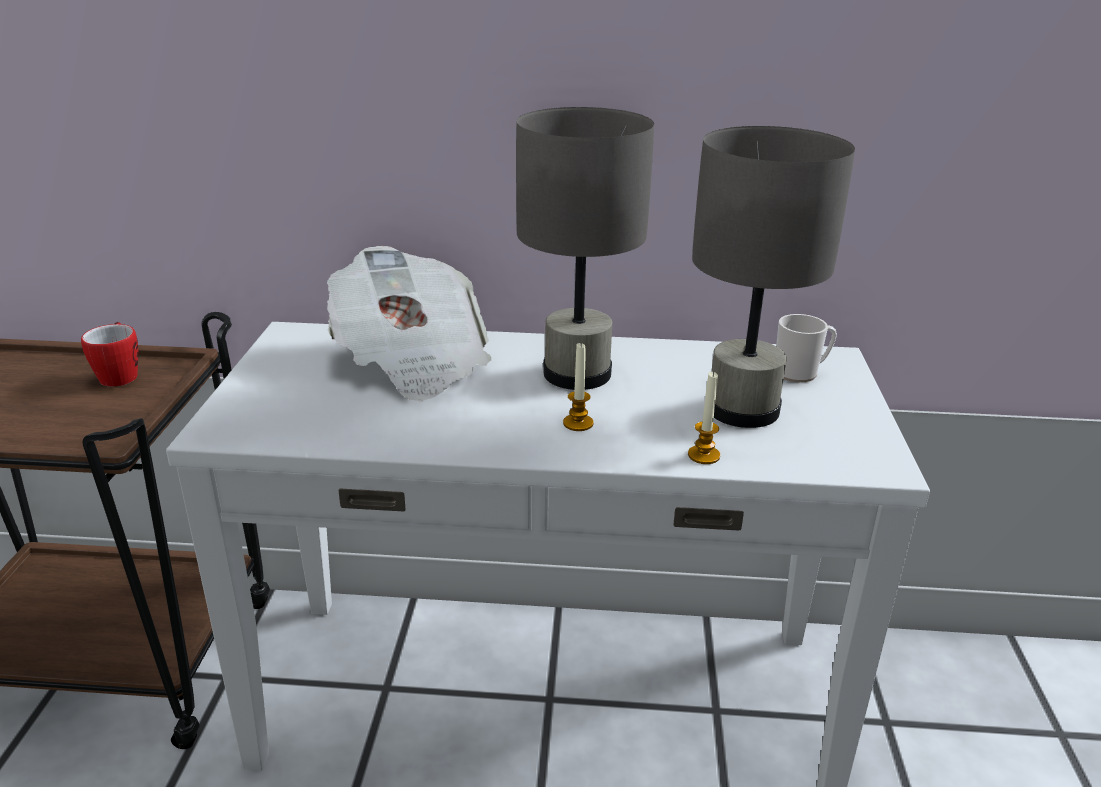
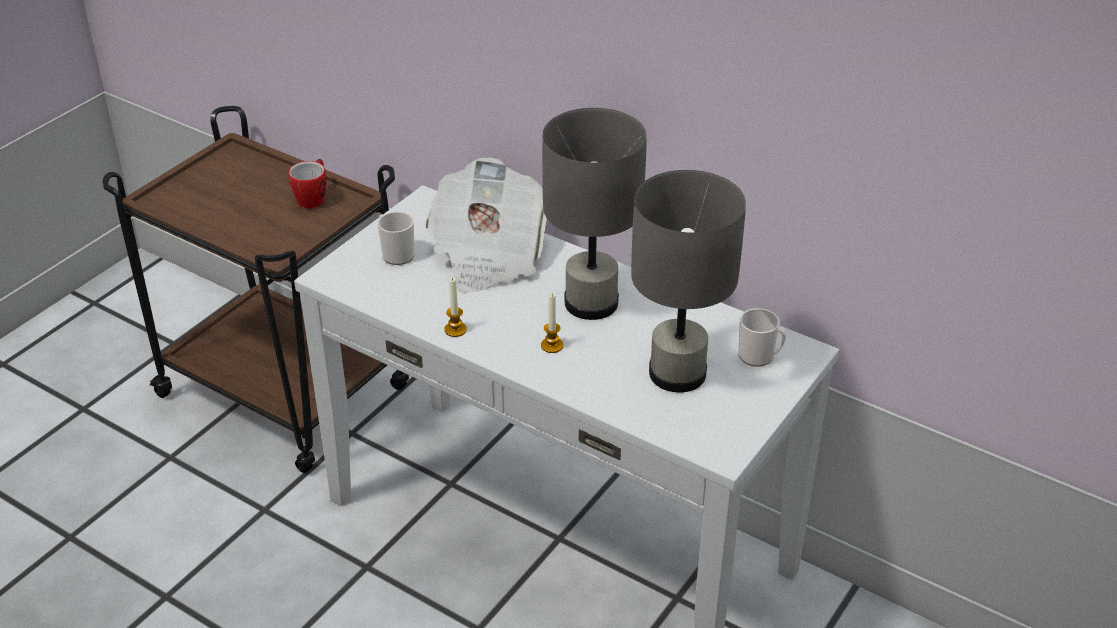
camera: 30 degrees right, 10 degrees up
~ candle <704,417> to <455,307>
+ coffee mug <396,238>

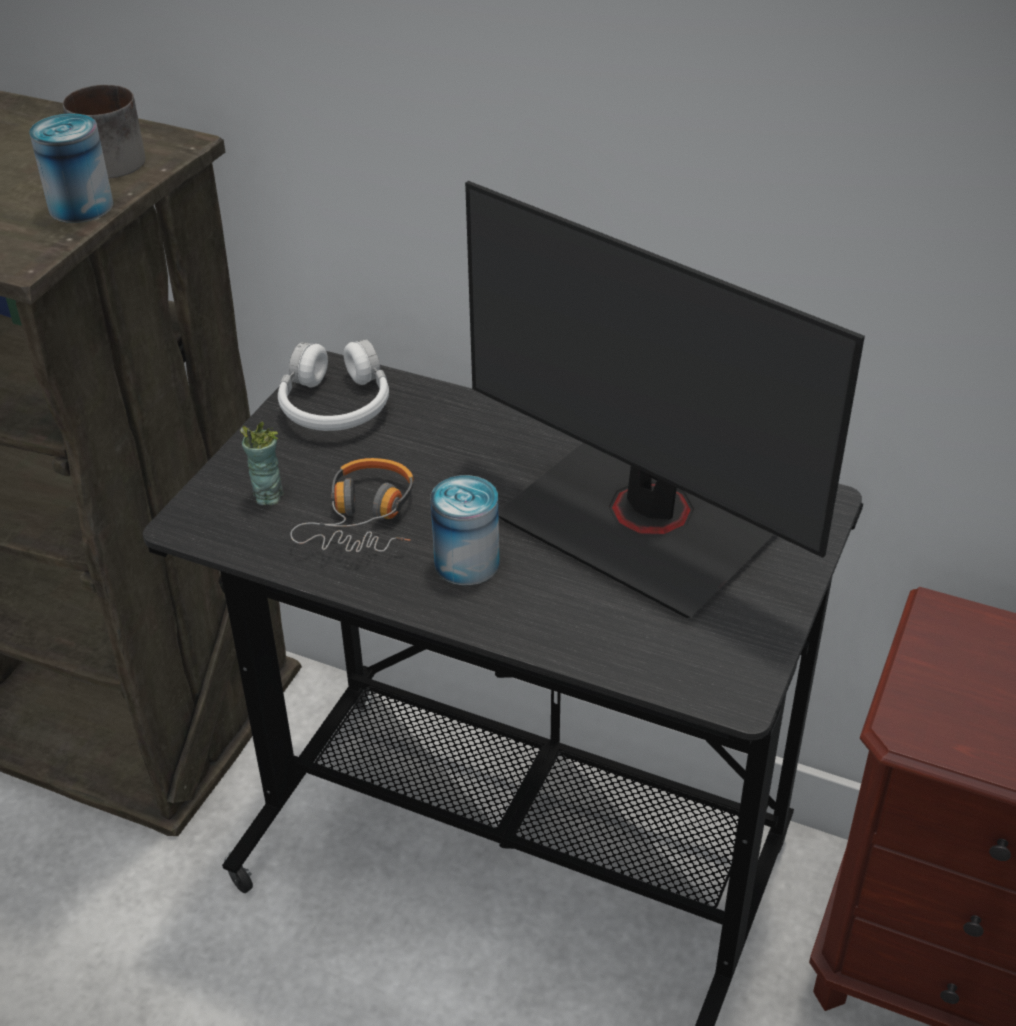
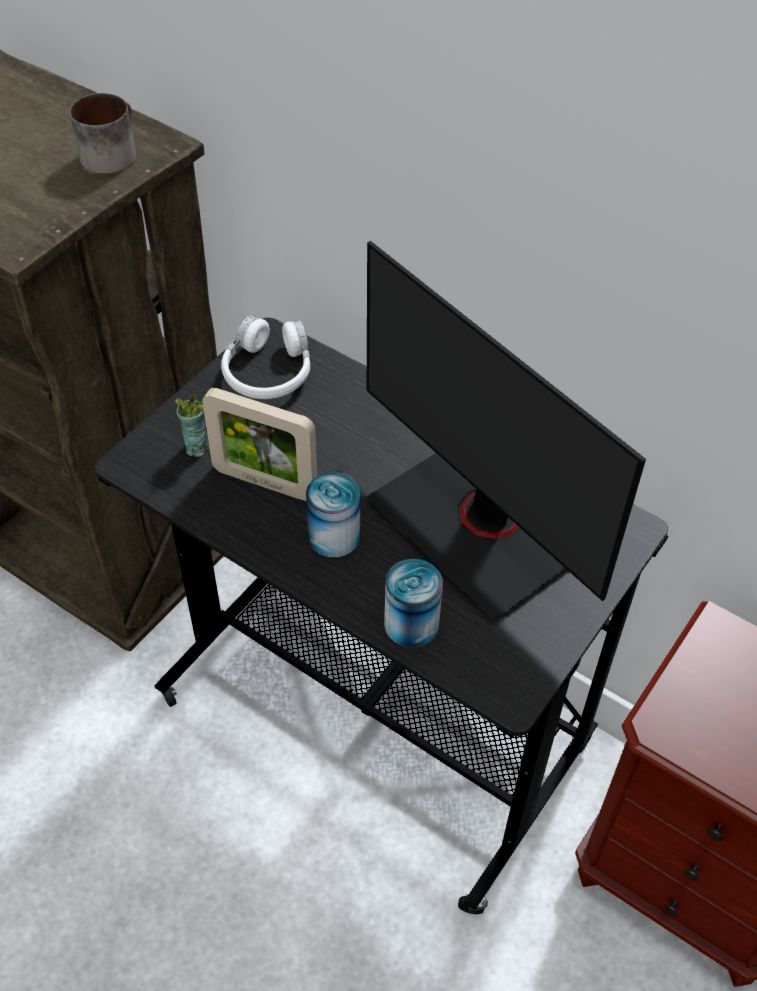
camera: 10 degrees right, 10 degrees up
~ can <71,168> to <413,603>
~ pair of headphones <352,505> to picture frame <259,444>

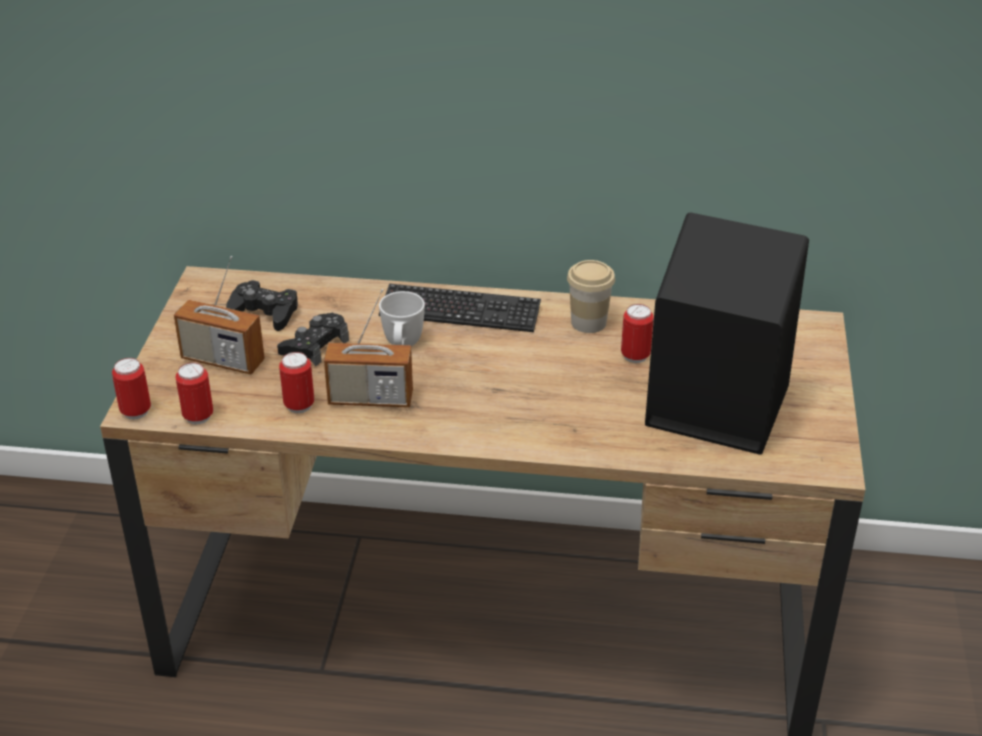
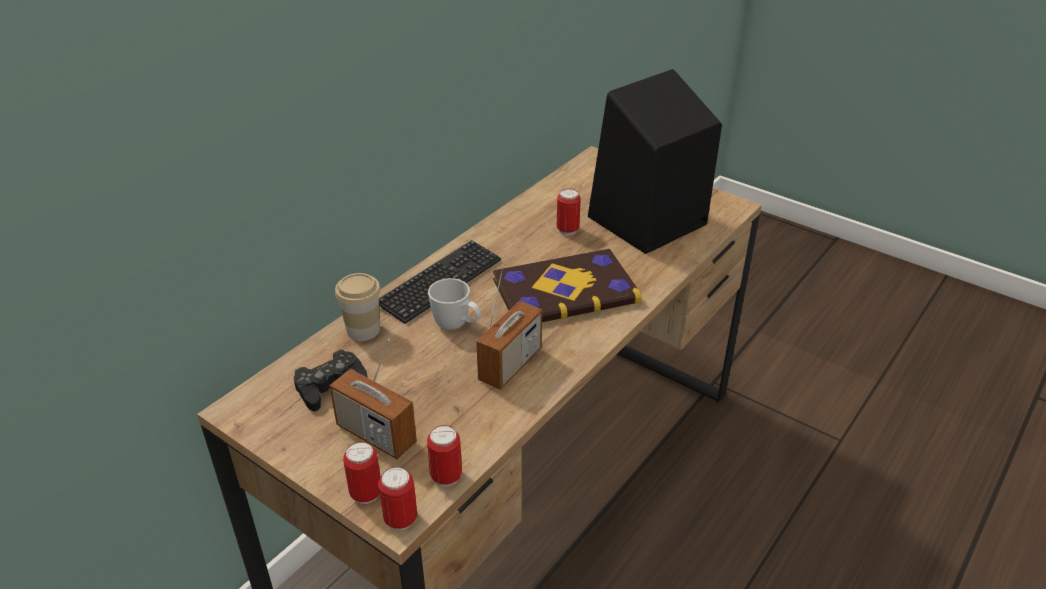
camera: 60 degrees left, 0 degrees up
~ radio set <219,315> = <373,399> 75 degrees clockwise
~ drinking cup <591,296> to <358,307>
- black-coloured gamepad <313,339>
~ can <296,382> to <362,473>
+ volume <567,285>

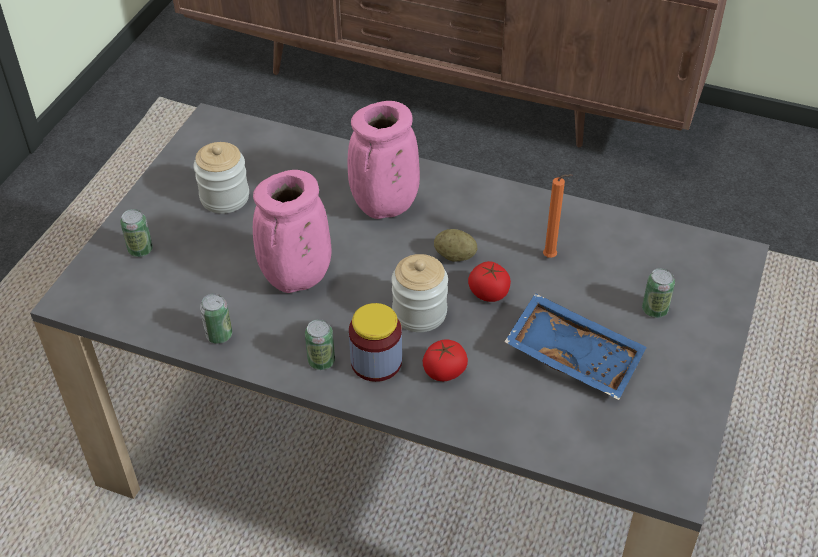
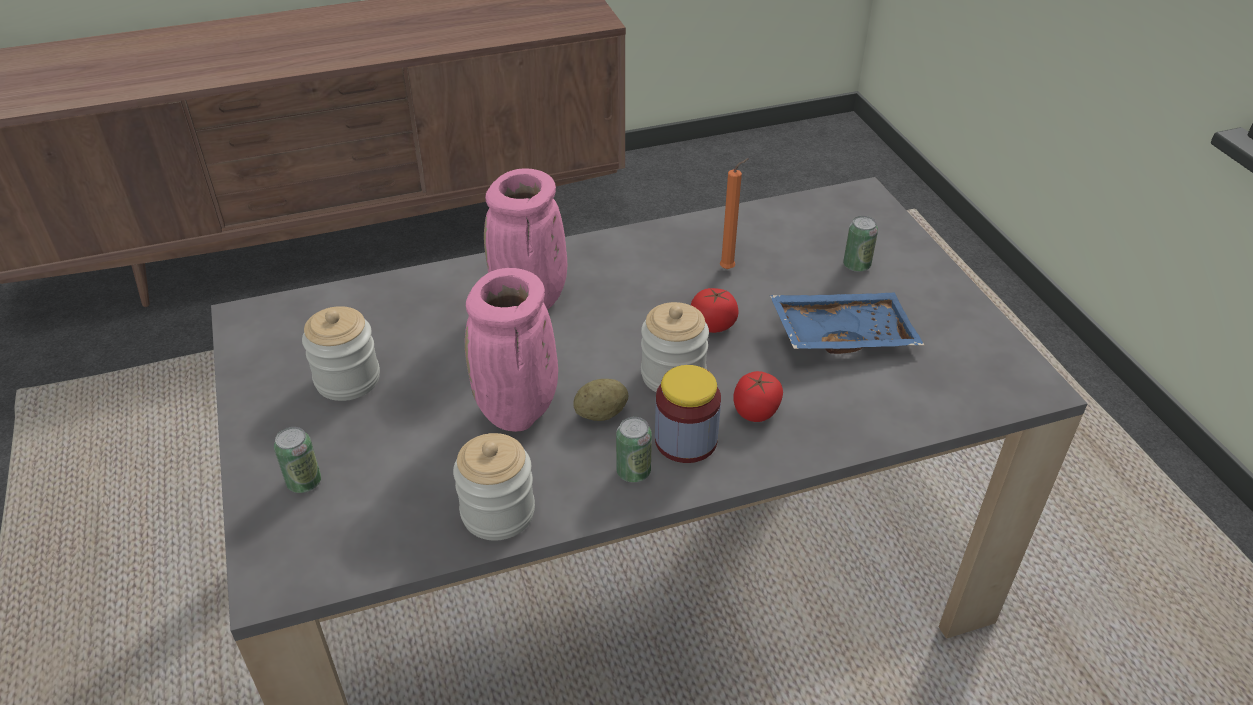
camera: 40 degrees left, 5 degrees down
~ potato <455,245> to <600,400>
~ can <216,318> to jar <494,486>

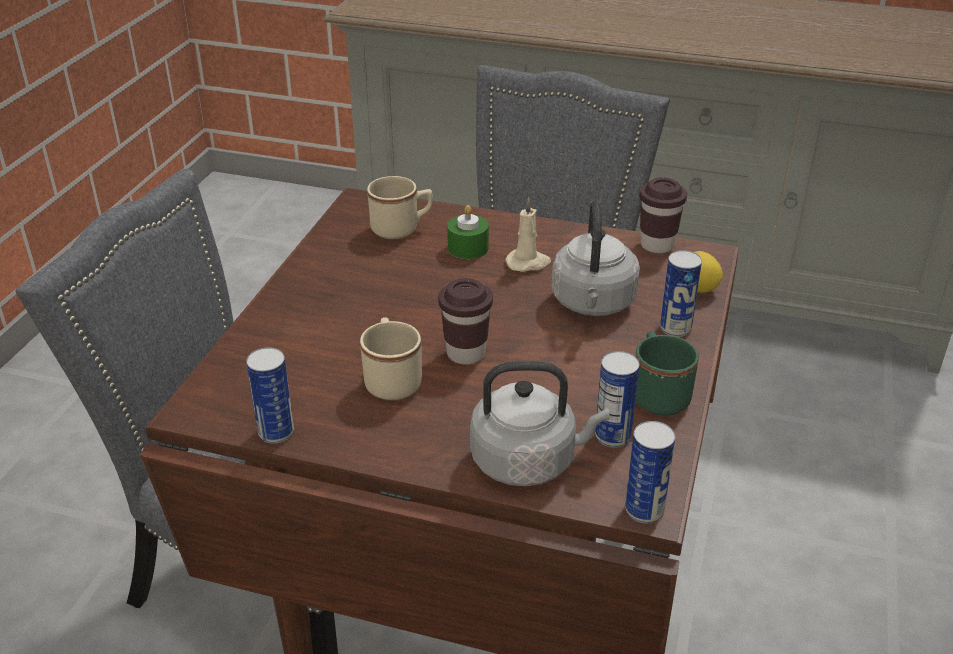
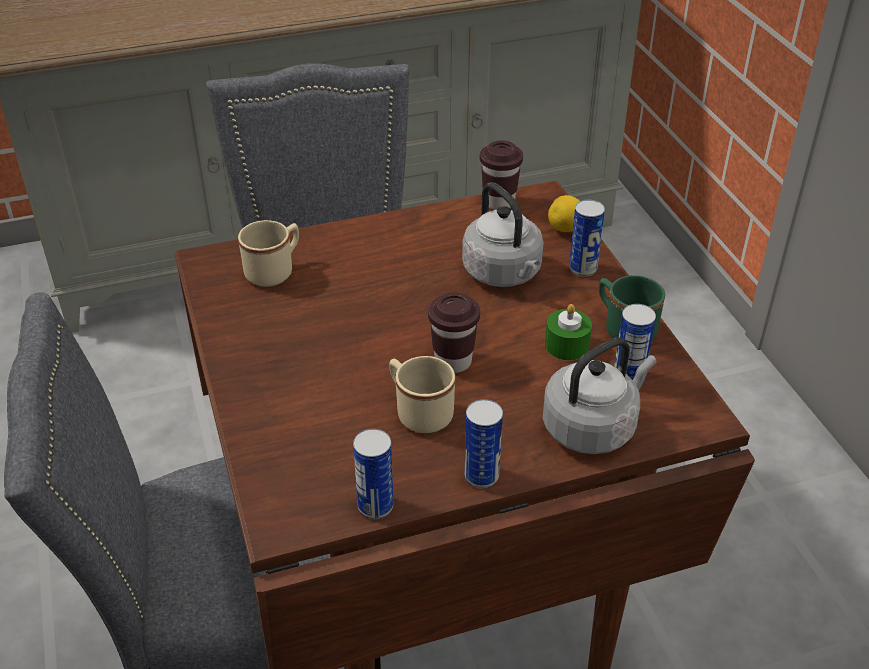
camera: 35 degrees left, 5 degrees up
- beige-coloured candle <528,235>
~ green-coloured candle <468,232> to <568,332>
~ can <650,472> to <483,443>

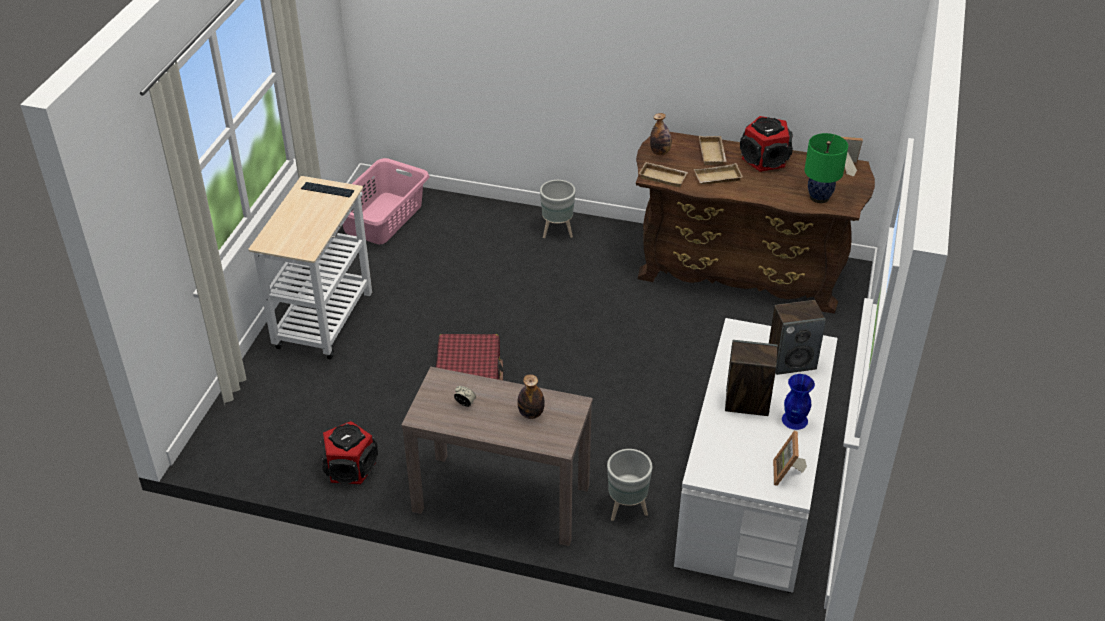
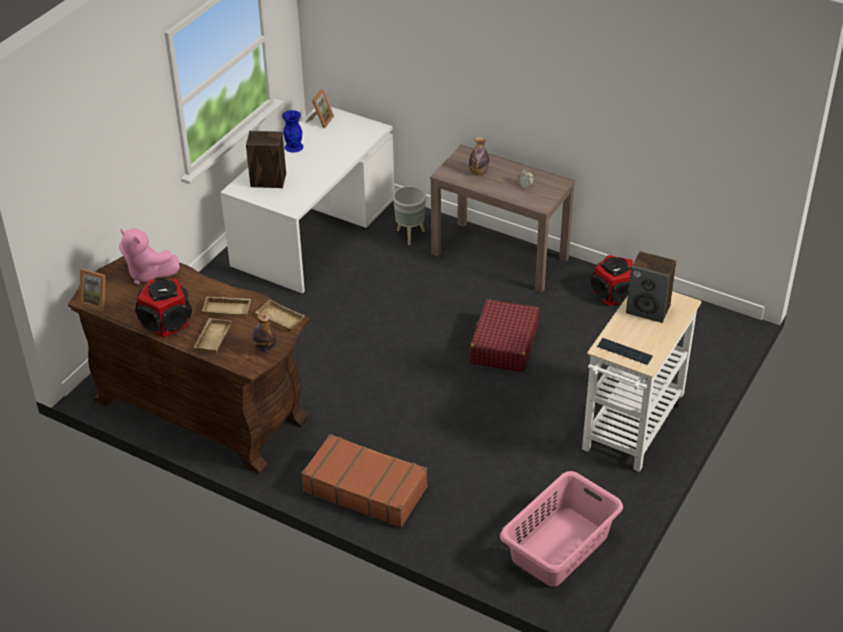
camera: 165 degrees left, 0 degrees up
~ green-coloured table lamp <826,168> to pinkish plush toy <149,256>
~ gray flower pot <558,209> to brown piece of luggage <364,481>
~ audio speaker <751,378> to <651,287>

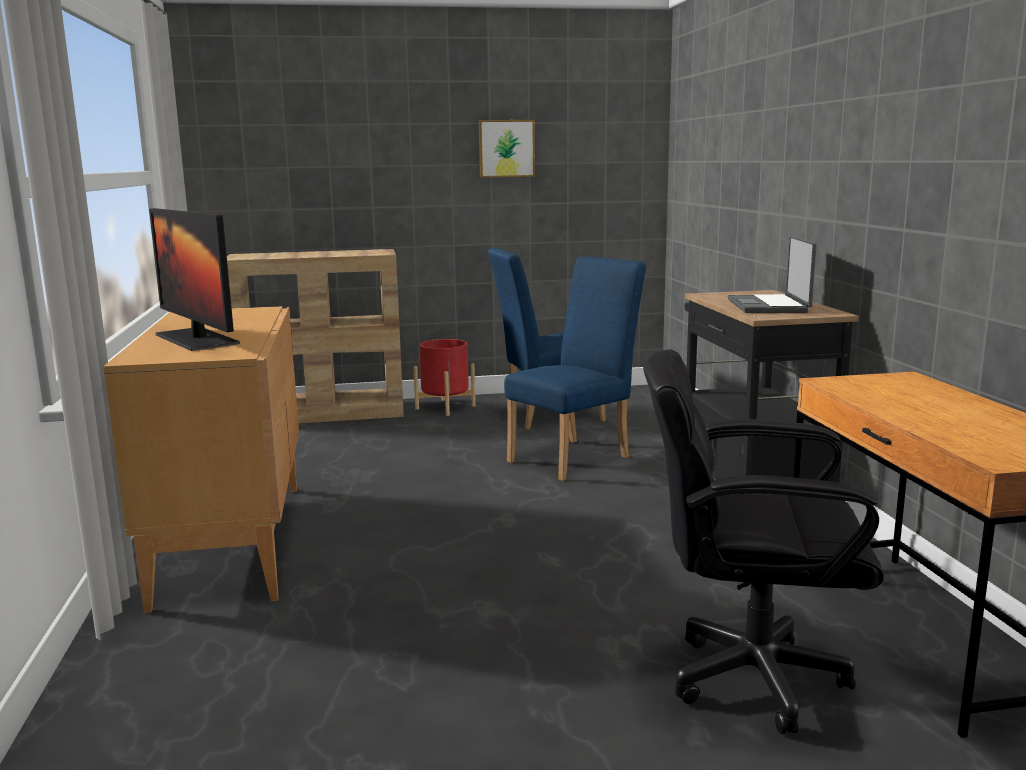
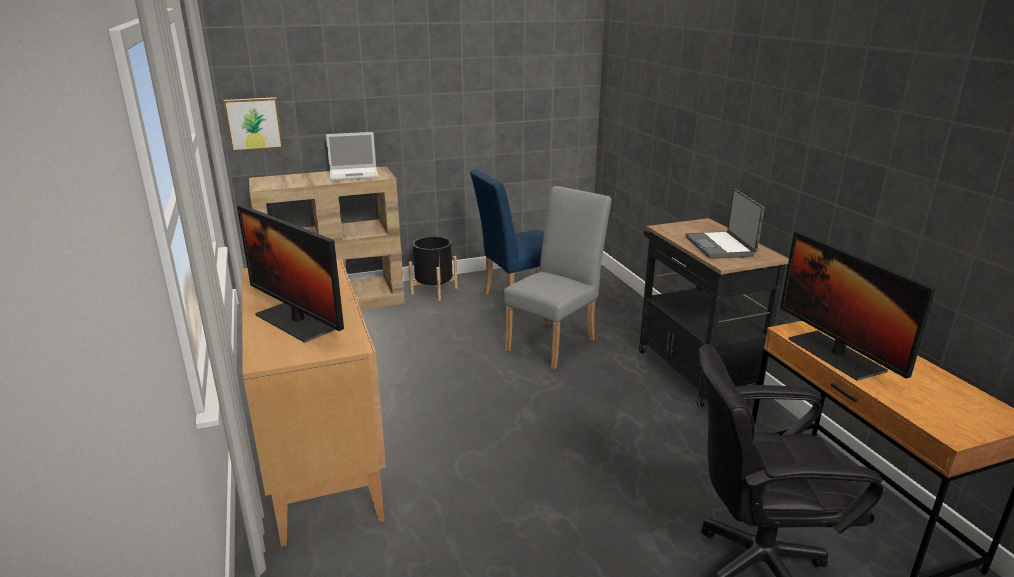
camera: 10 degrees left, 10 degrees up
~ picture <507,149> to <253,124>
~ blue-coloured chair <575,368> to gray chair <558,278>
~ reddish flower pot <445,377> to black-coloured flower pot <433,268>
+ laptop <352,156>
+ monitor <858,306>

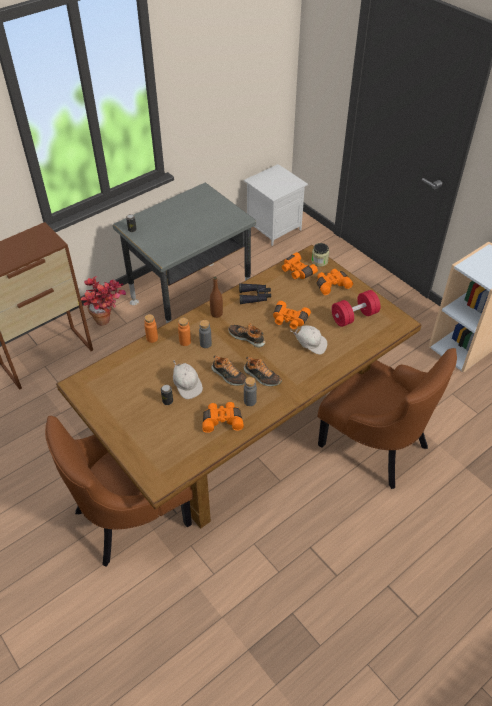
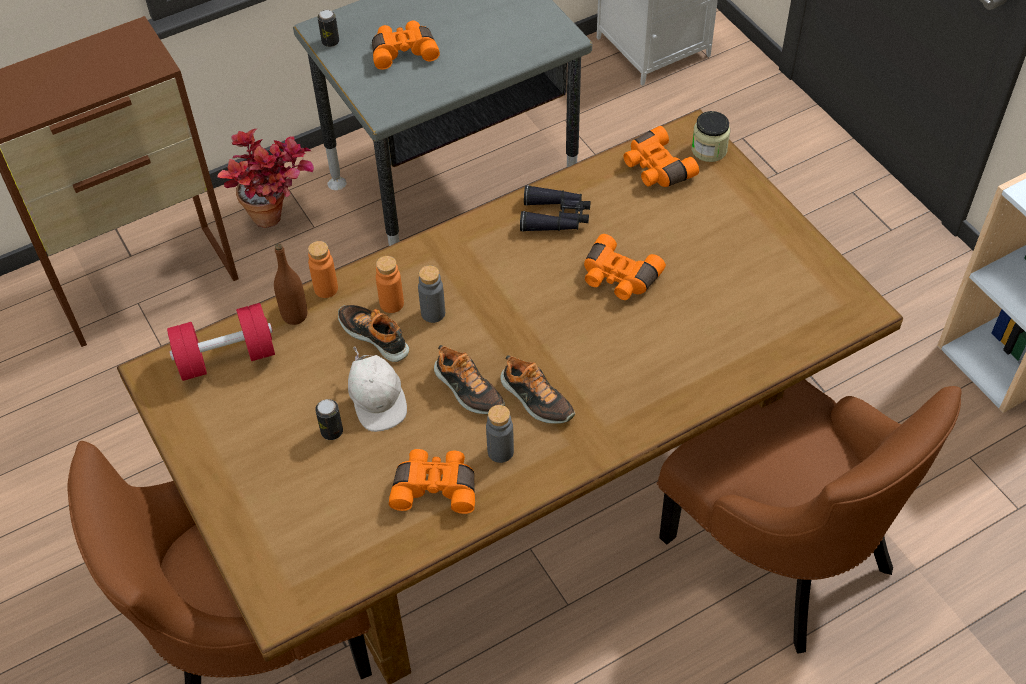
camera: 10 degrees right, 5 degrees up
~ orangey pair of binoculars <335,282> to <406,45>
~ brown bottle <216,297> to <290,284>
~ reddish hand weight <356,308> to <221,342>
~ item of footwear <247,335> to <373,333>
- whitish peaked cap <308,339>

